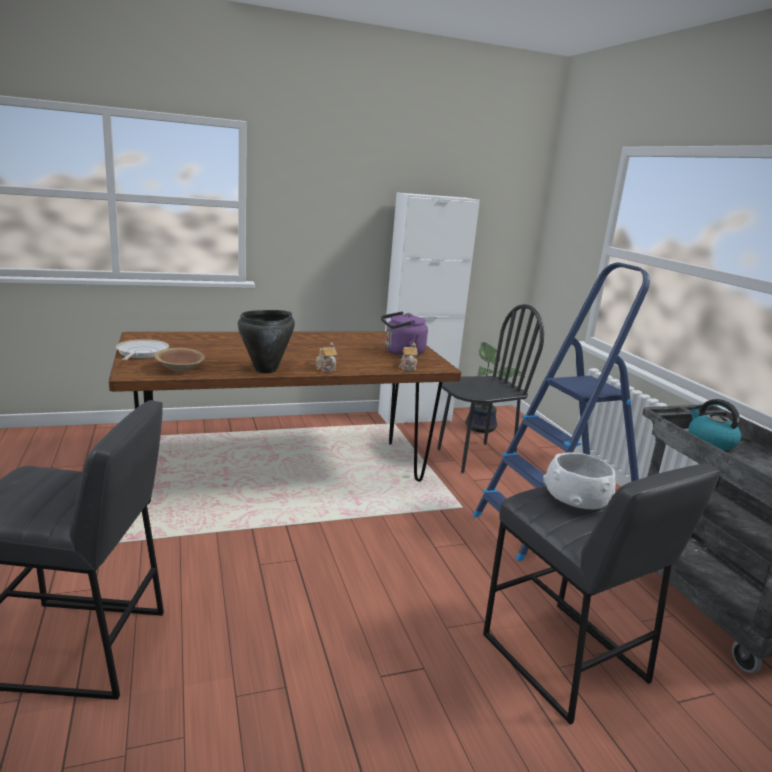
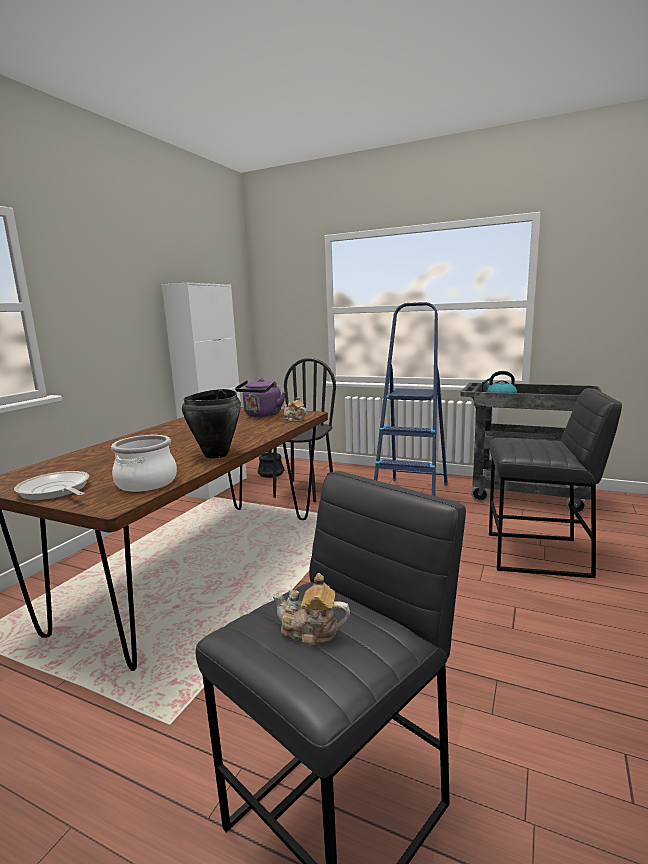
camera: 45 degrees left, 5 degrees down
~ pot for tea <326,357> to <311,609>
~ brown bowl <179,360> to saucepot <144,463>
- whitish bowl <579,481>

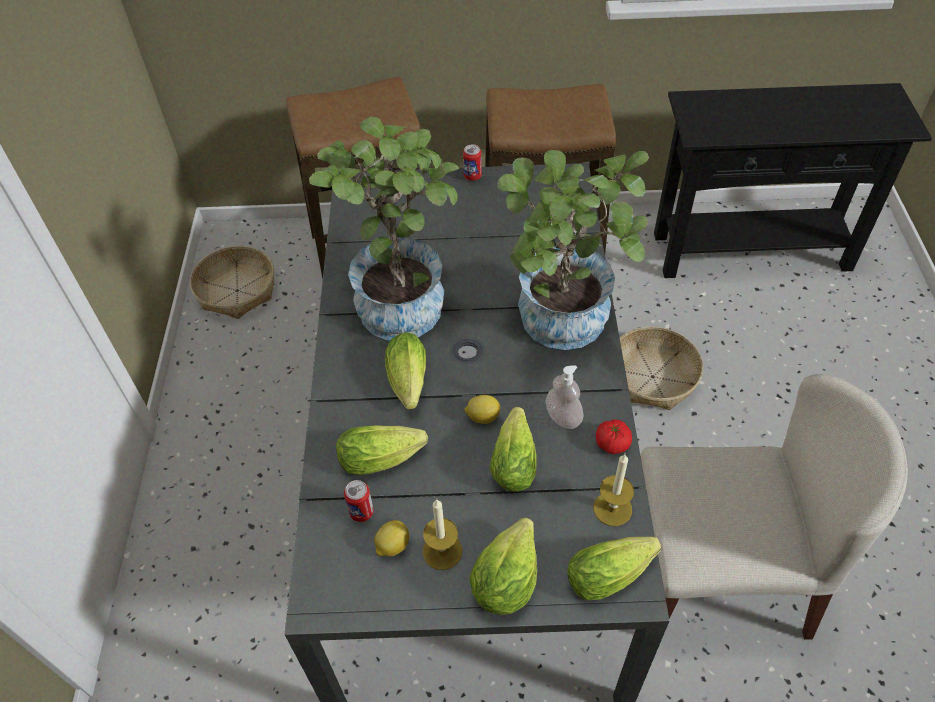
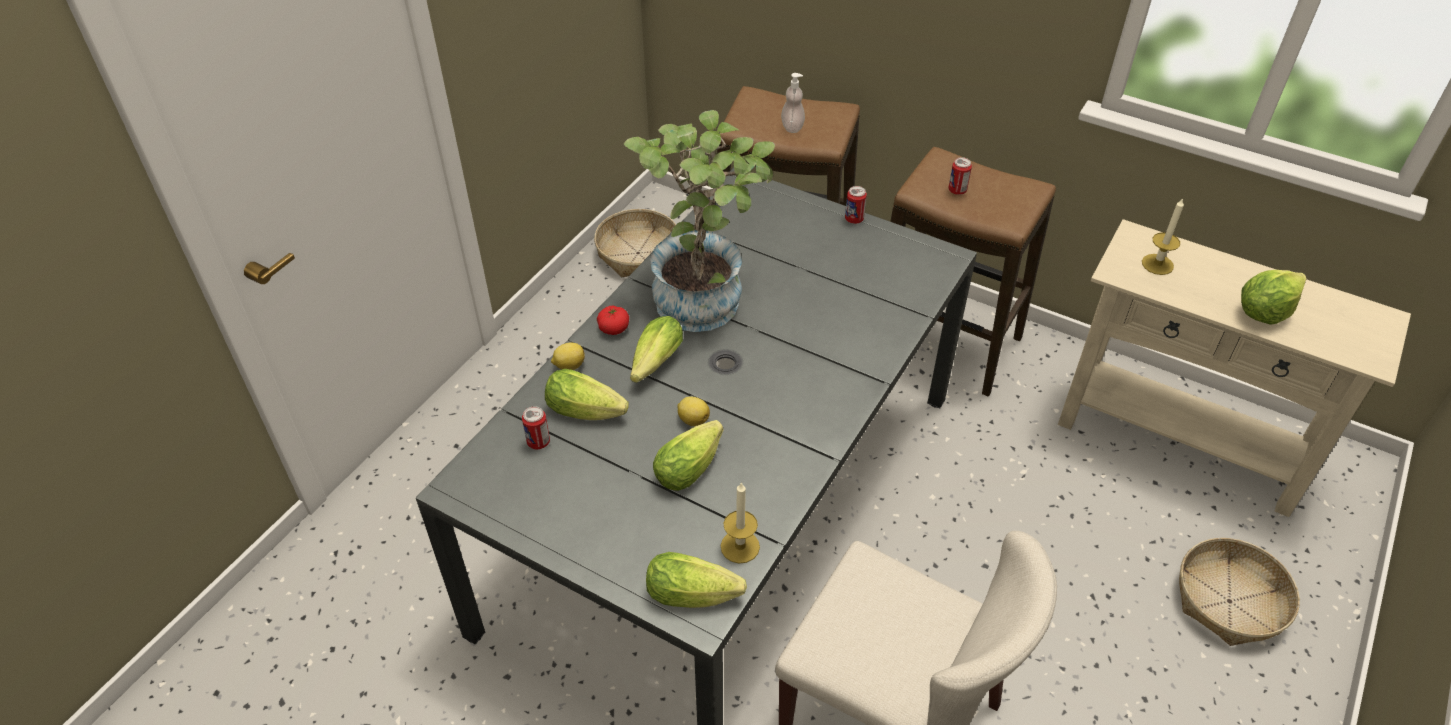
camera: 30 degrees right, 5 degrees down
~ black-coloured narrow table <793,180> to beige-coloured narrow table <1234,368>
- potted plant <573,250>
~ basket <661,368> to <1239,592>
~ liquid soap bottle <564,397> to <793,103>
~ fresh tomato <614,436> to <613,320>
~ candle <442,535> to <1163,236>
~ lettuce <503,566> to <1274,297>
~ lemon <391,538> to <568,356>
+ can <960,176>

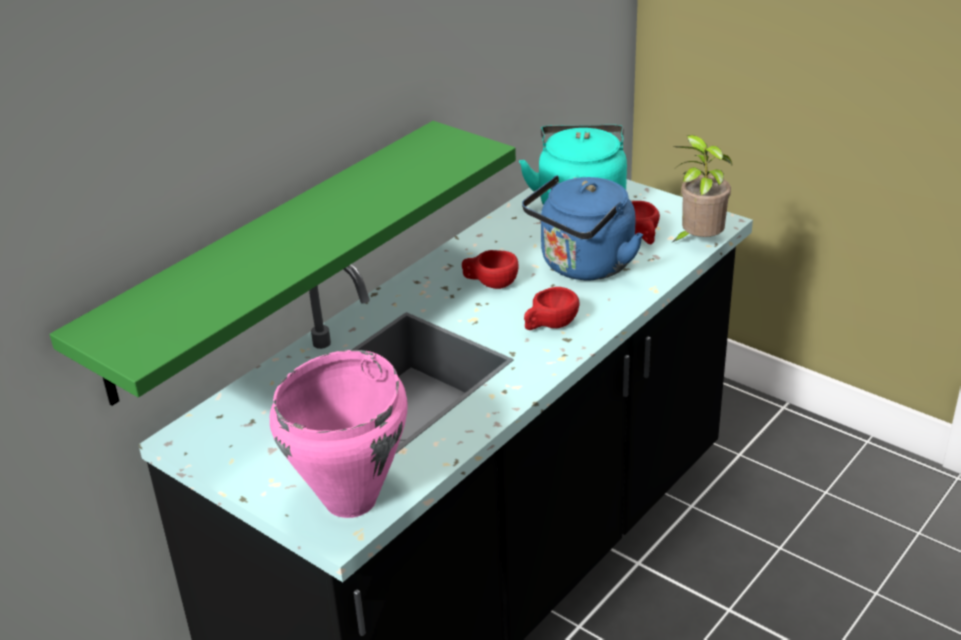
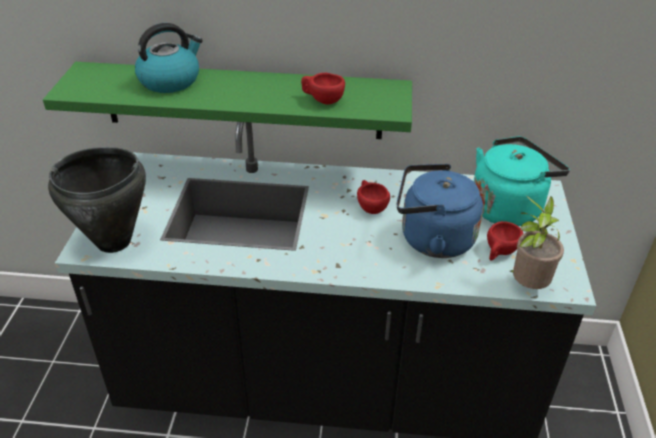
camera: 55 degrees right, 5 degrees up
~ reddish drinking cup <552,308> to <323,89>
~ pinkish saucepot <339,434> to black-coloured saucepot <97,200>
+ water kettle <169,58>

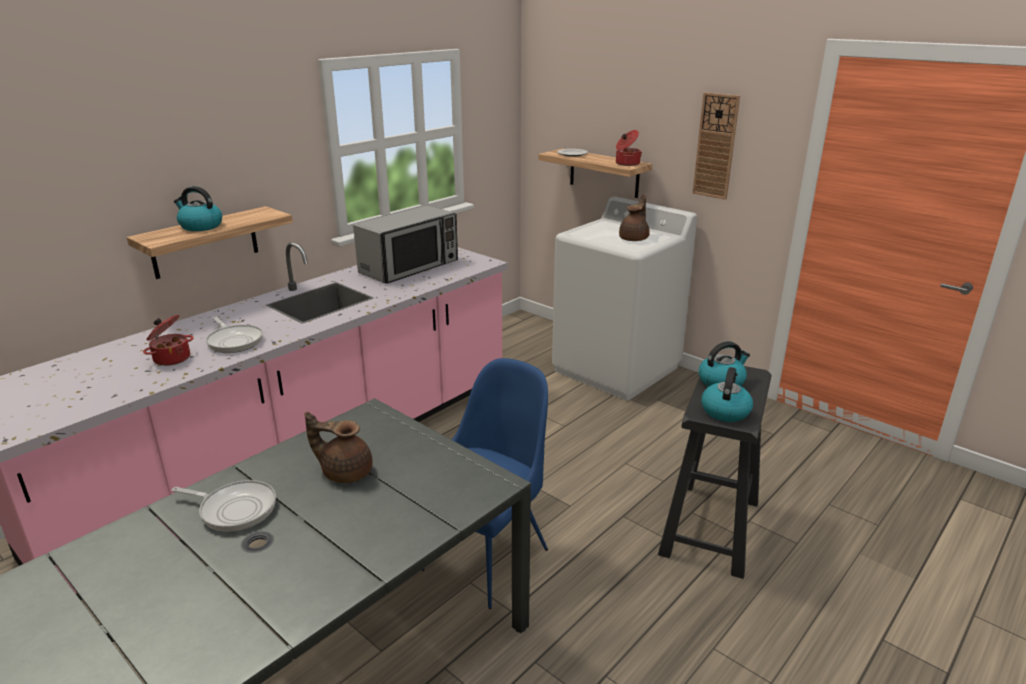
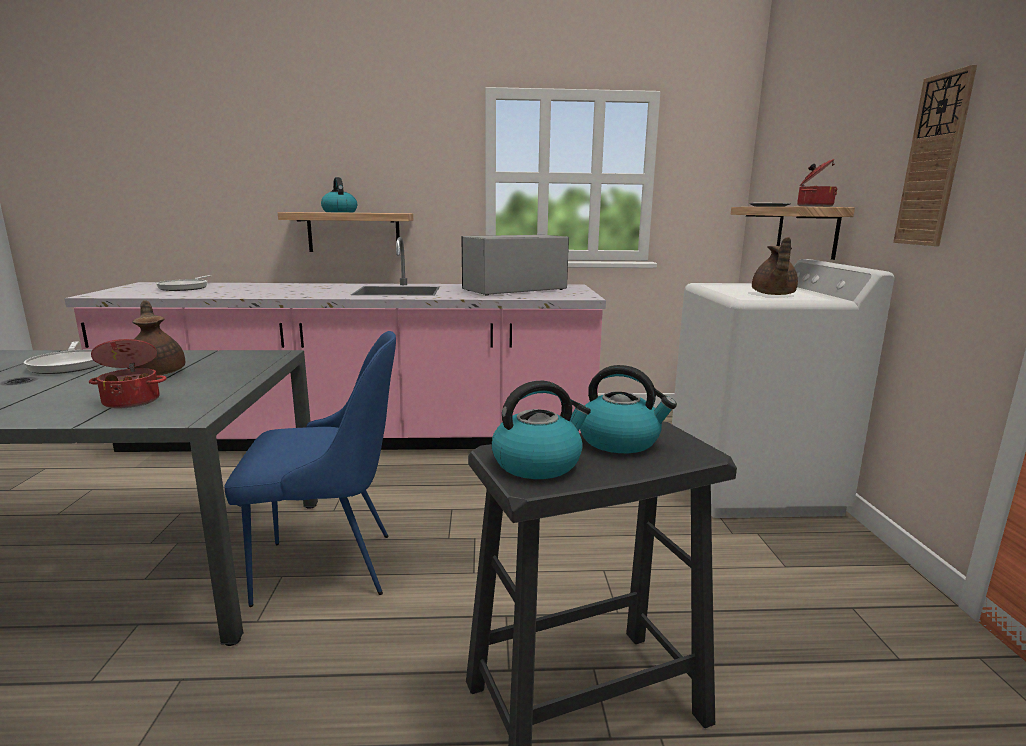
camera: 45 degrees right, 10 degrees down
~ brown pot for tea <634,217> = <775,266> 120 degrees clockwise
~ microwave oven <405,244> = <515,265> 150 degrees clockwise
~ saucepot <168,340> to <128,374>
~ skillet <234,334> to <183,283>

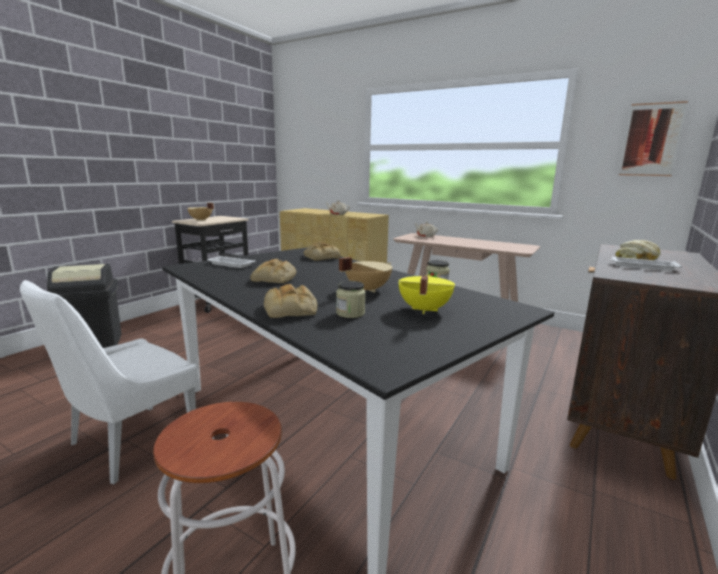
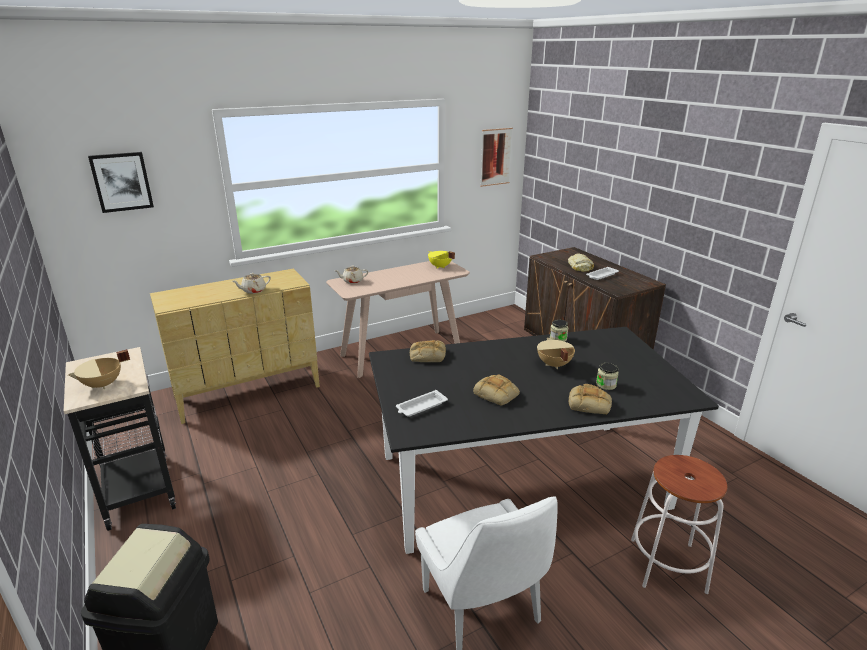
camera: 60 degrees left, 10 degrees up
~ yellow saucepot <426,294> to <441,259>
+ picture <121,182>

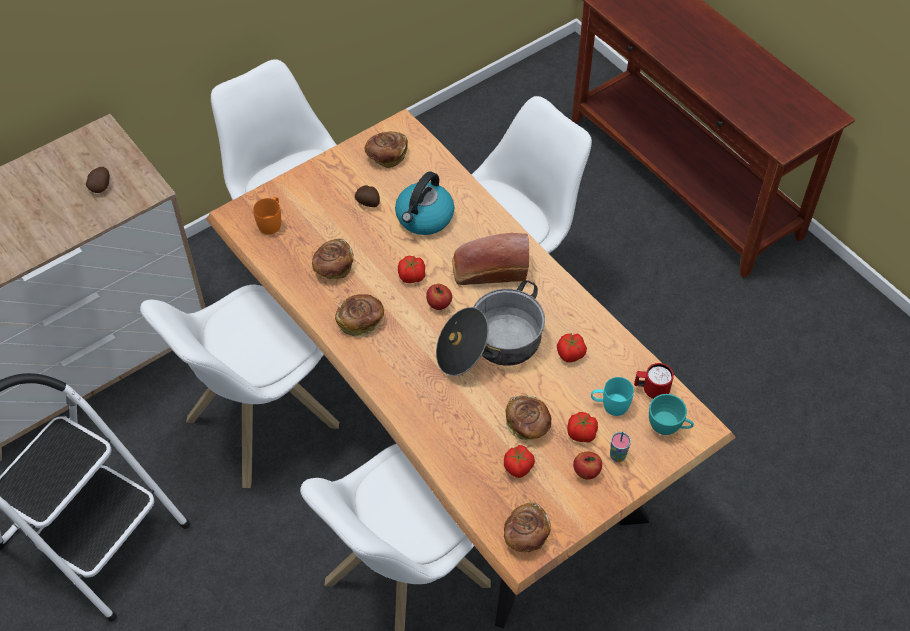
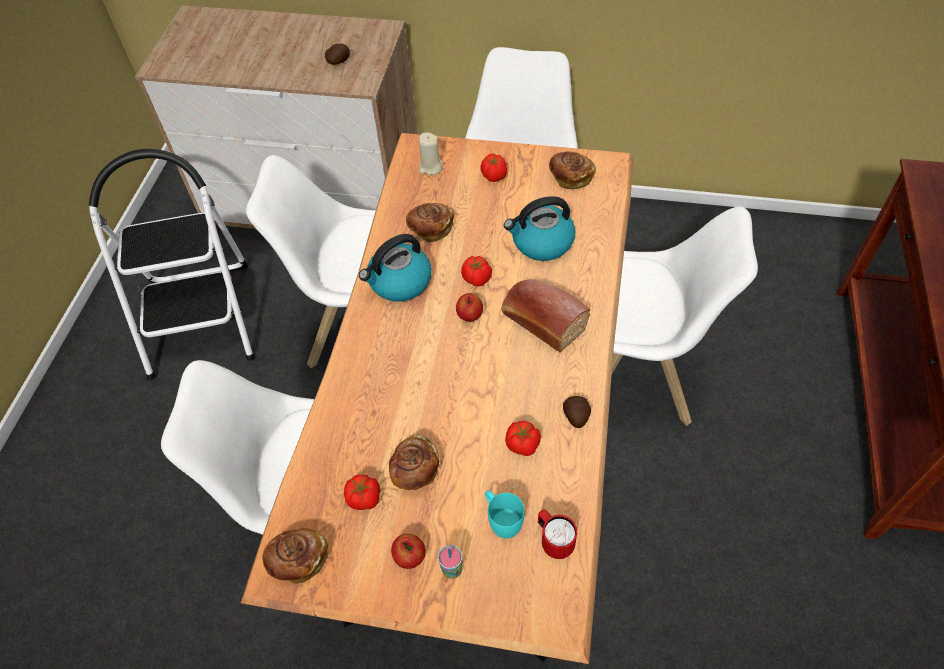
camera: 50 degrees right, 0 degrees up
~ potato <367,196> to <577,412>
~ orangey coffee mug <267,216> to beige-coloured candle <431,154>
- saucepot <490,328>
~ bread <359,315> to water kettle <395,268>
- blue-green drinking cup <671,414>
~ fresh tomato <582,427> to <493,167>

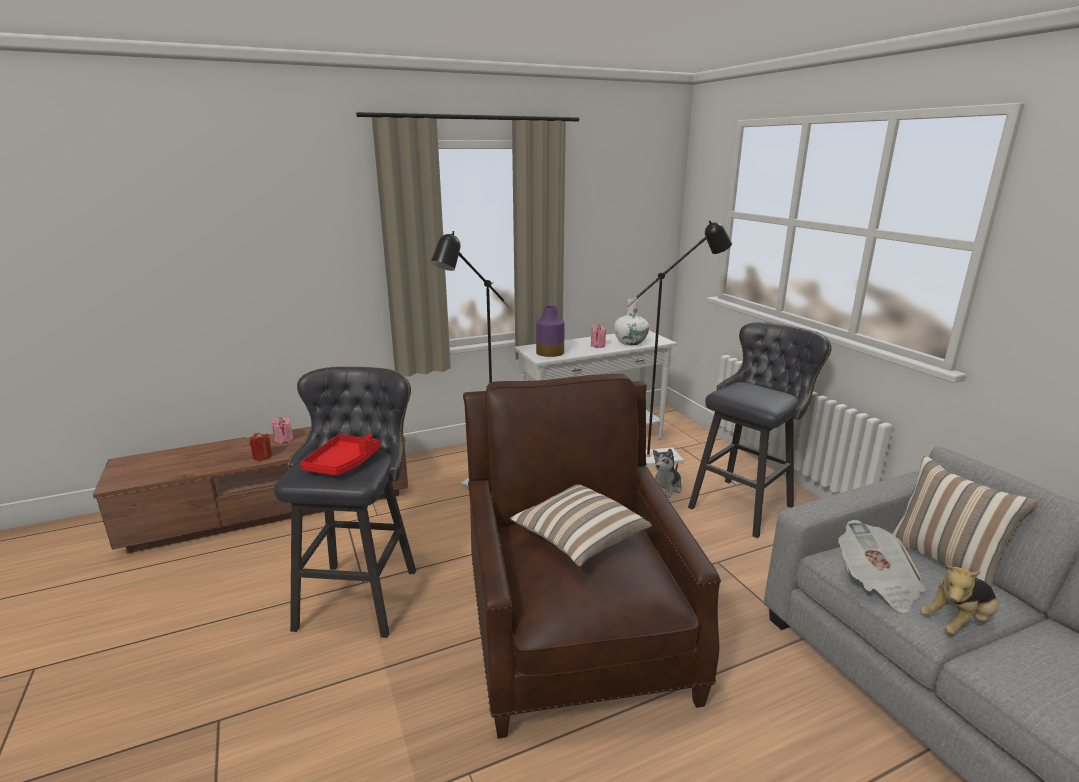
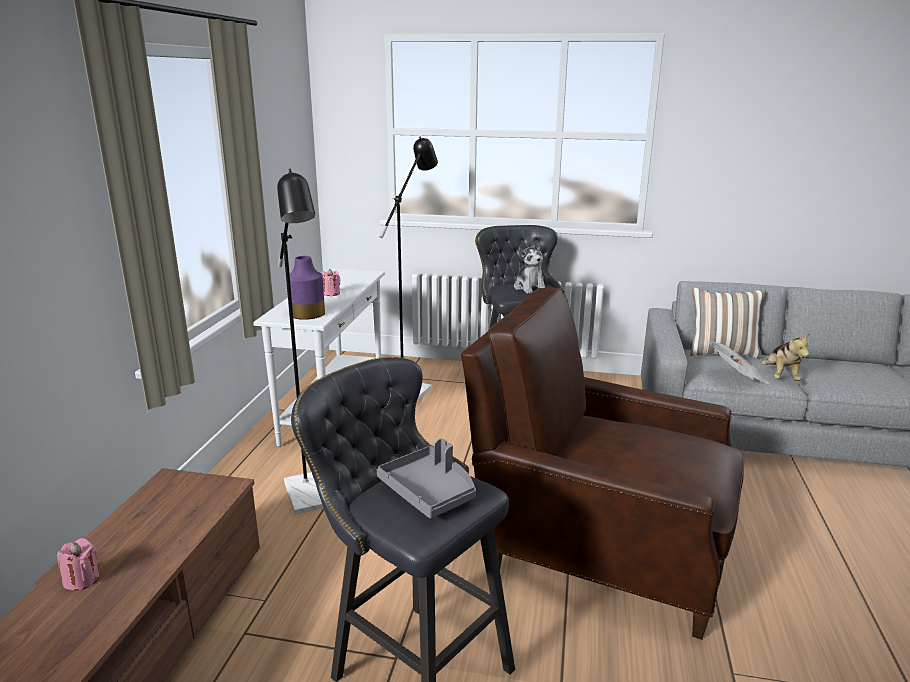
camera: 55 degrees left, 0 degrees up
- whitish flower vase <631,322>
- reddish candle <261,446>
~ reddish tray <340,454> to gray tray <426,478>
~ plush toy <667,473> to <529,267>
- pillow <581,525>

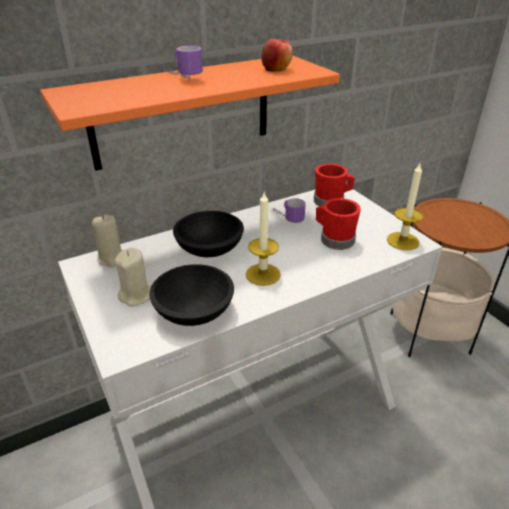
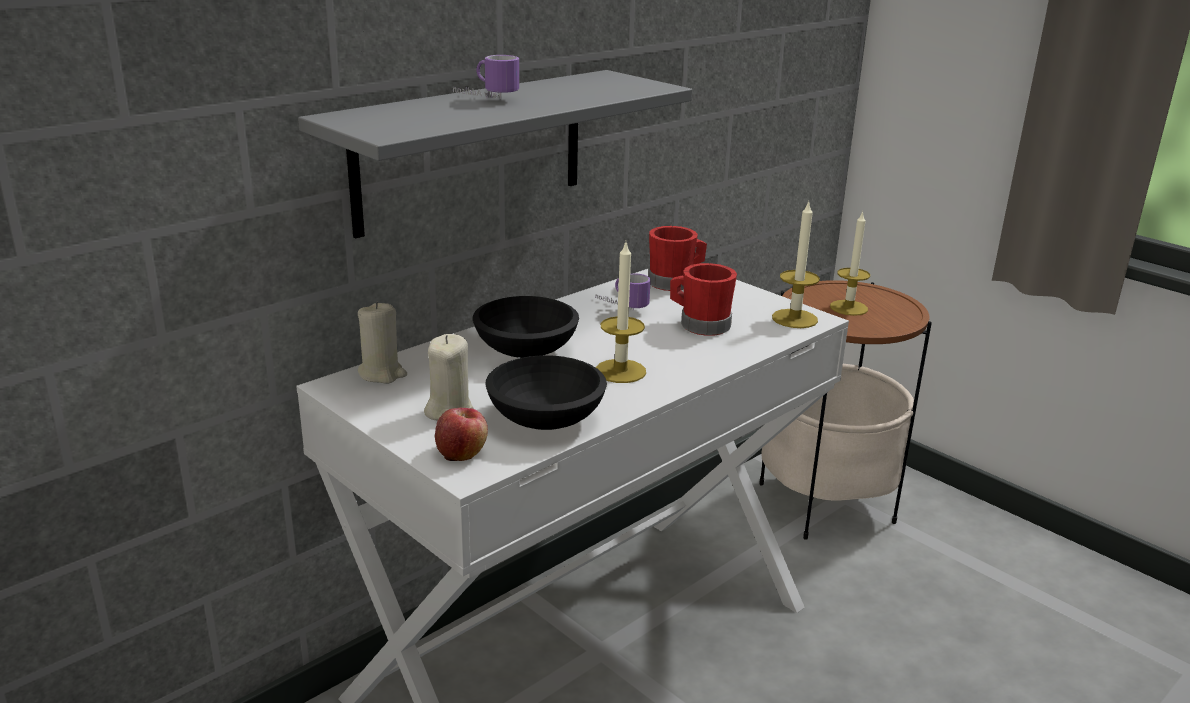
camera: 15 degrees left, 10 degrees down
~ apple <277,55> to <461,434>
~ orangey wall shelf <190,113> to gray wall shelf <495,154>
+ candle <850,263>

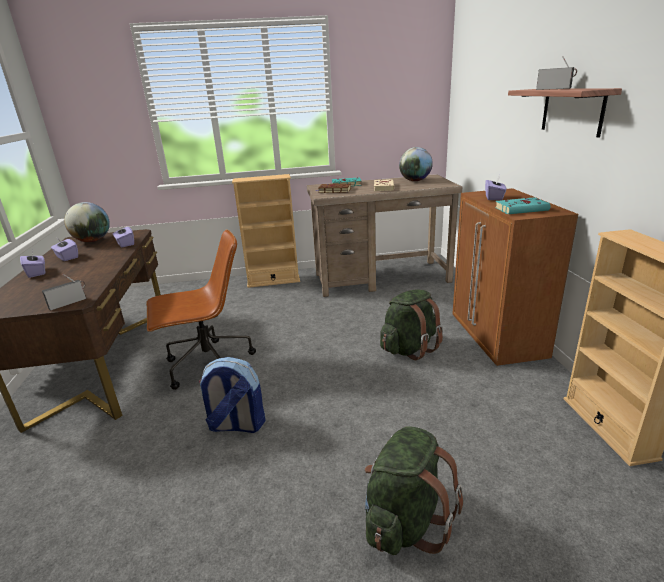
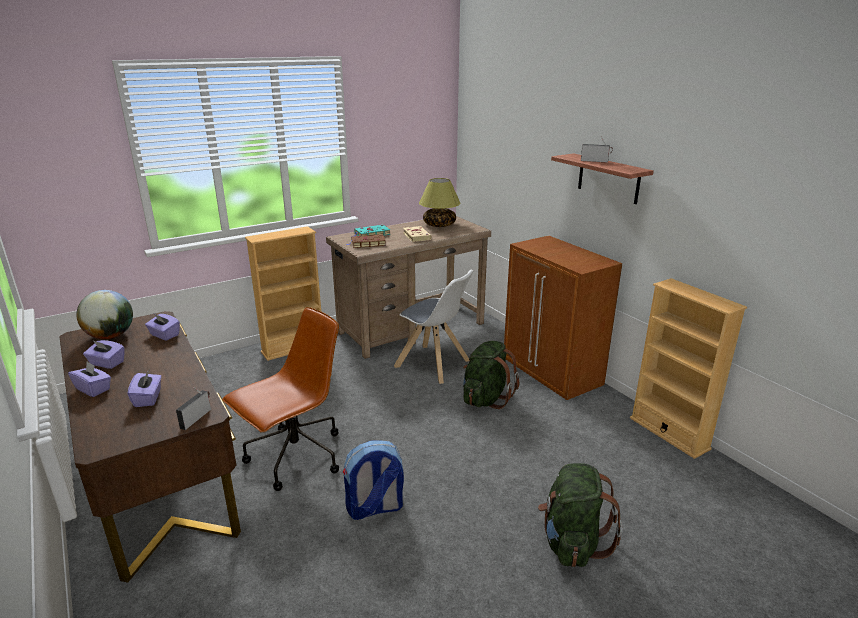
camera: 25 degrees left, 0 degrees up
~ world globe <416,164> to table lamp <440,202>
~ purple-coloured tissue holder <495,188> to <145,388>
- blue-green volume <523,205>
+ chair <433,327>

